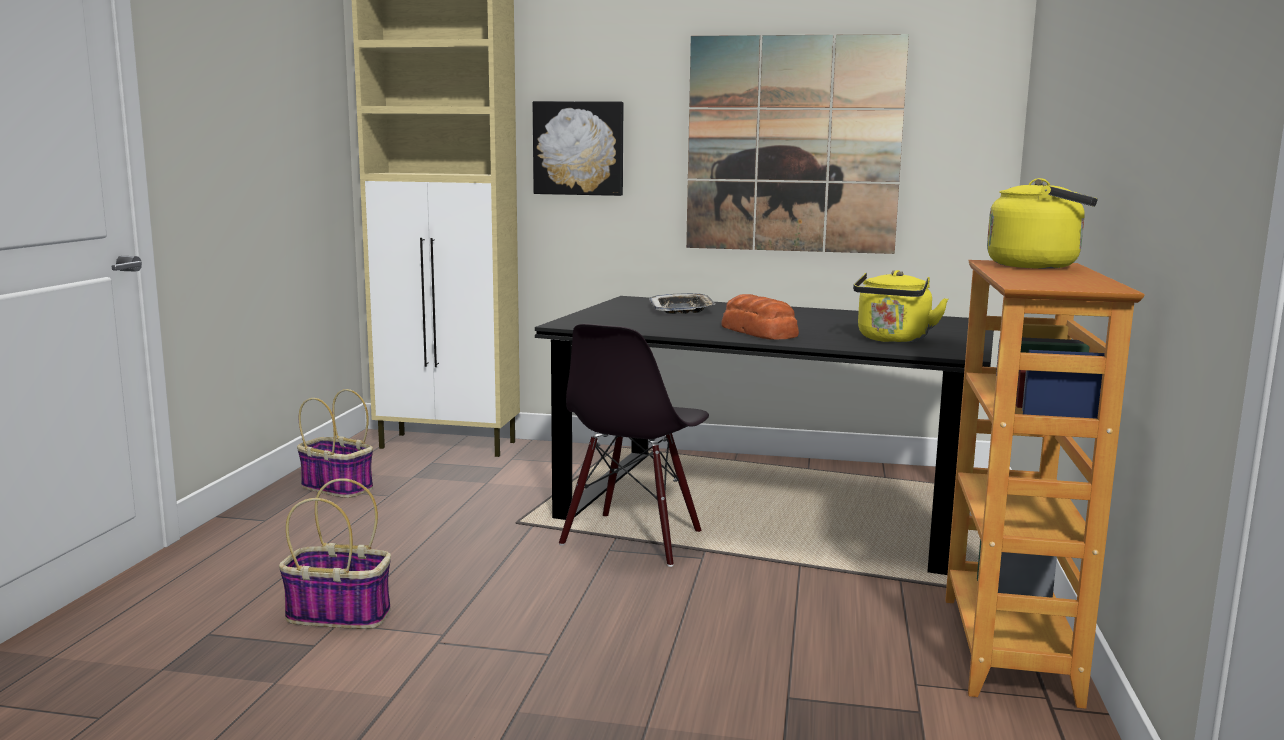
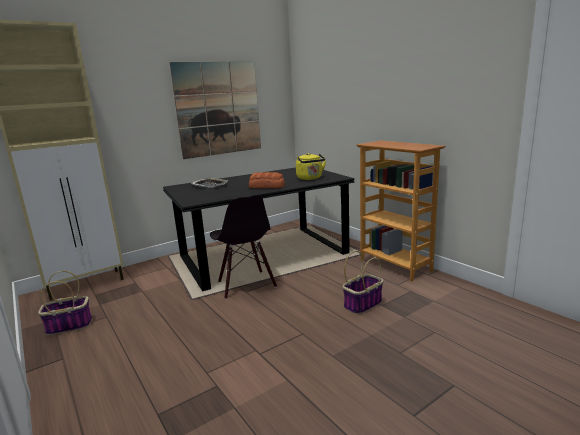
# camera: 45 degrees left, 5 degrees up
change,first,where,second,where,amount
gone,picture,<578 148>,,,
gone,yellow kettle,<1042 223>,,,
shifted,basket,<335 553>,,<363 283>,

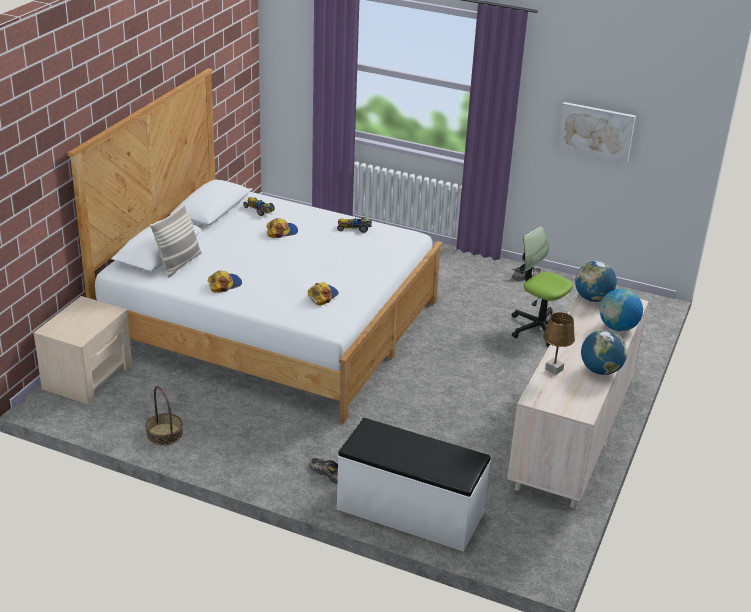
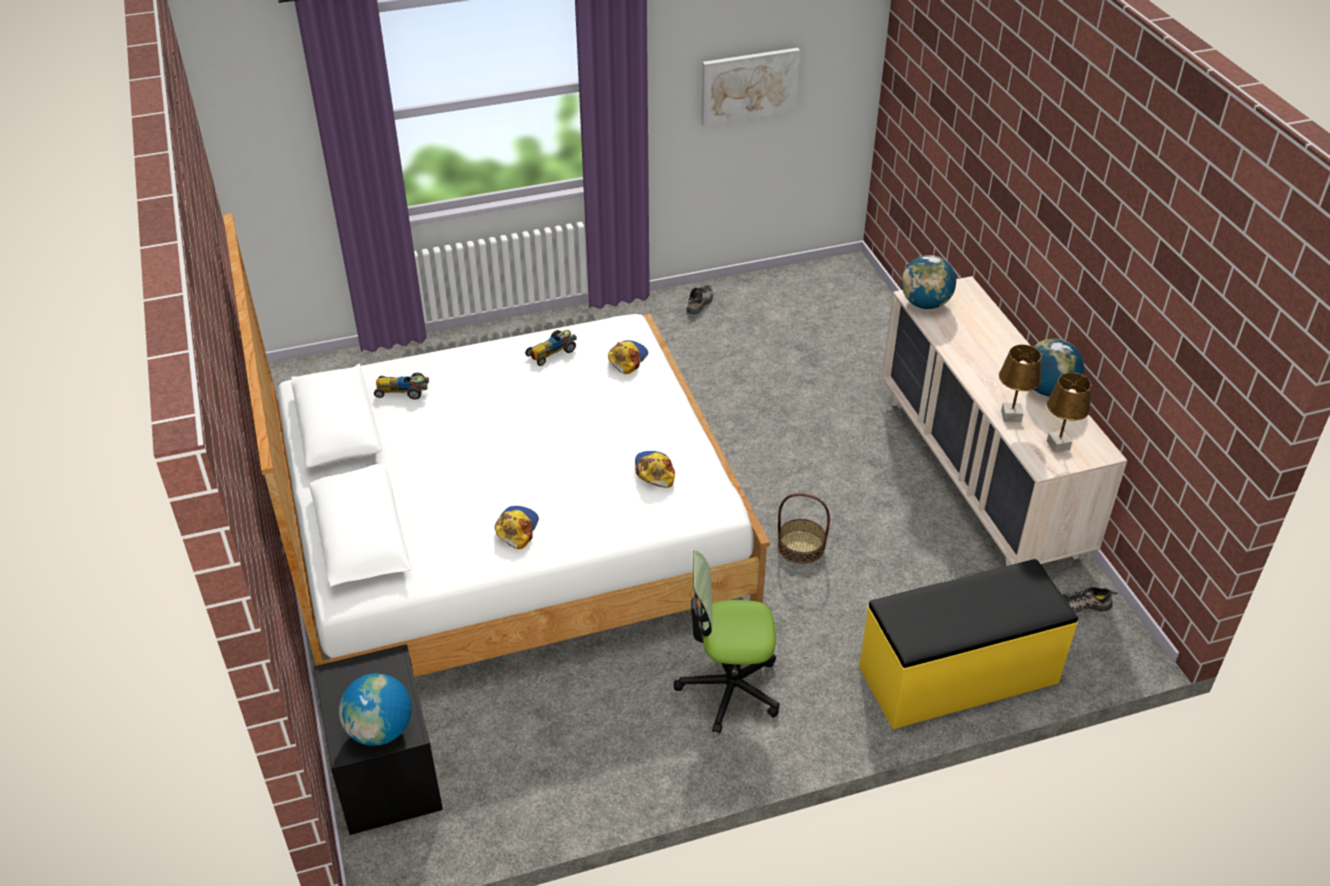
# camera: 40 degrees left, 10 degrees up
change,first,where,second,where,amount
gone,pillow,<176 241>,,,
shifted,cap,<282 228>,,<628 357>,
shifted,office chair,<542 287>,,<726 642>,
shifted,globe,<621 310>,,<375 709>,
repainted,beige nightstand,<83 350>,black nightstand,<378 740>,
shifted,basket,<164 415>,,<803 528>,
repainted,white bench,<414 485>,yellow bench,<968 644>,
shifted,shoe,<323 471>,,<1090 600>,
new,,,brown table lamp,<1069 413>,

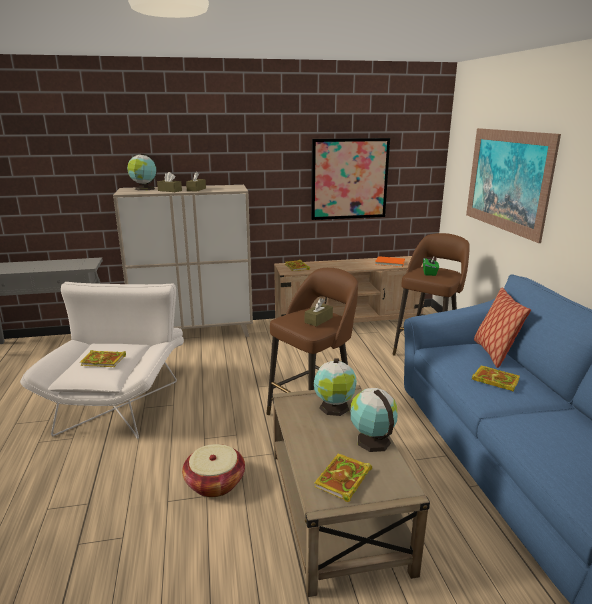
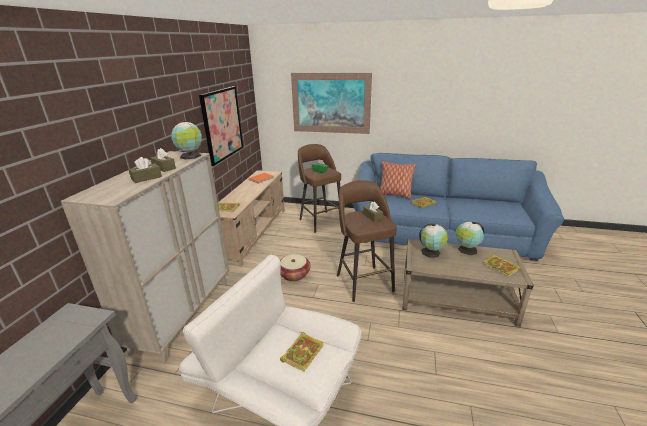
# camera: 65 degrees left, 5 degrees up
change,first,where,second,where,amount
shifted,globe,<142 172>,,<186 140>,
shifted,basket,<213 470>,,<295 267>,

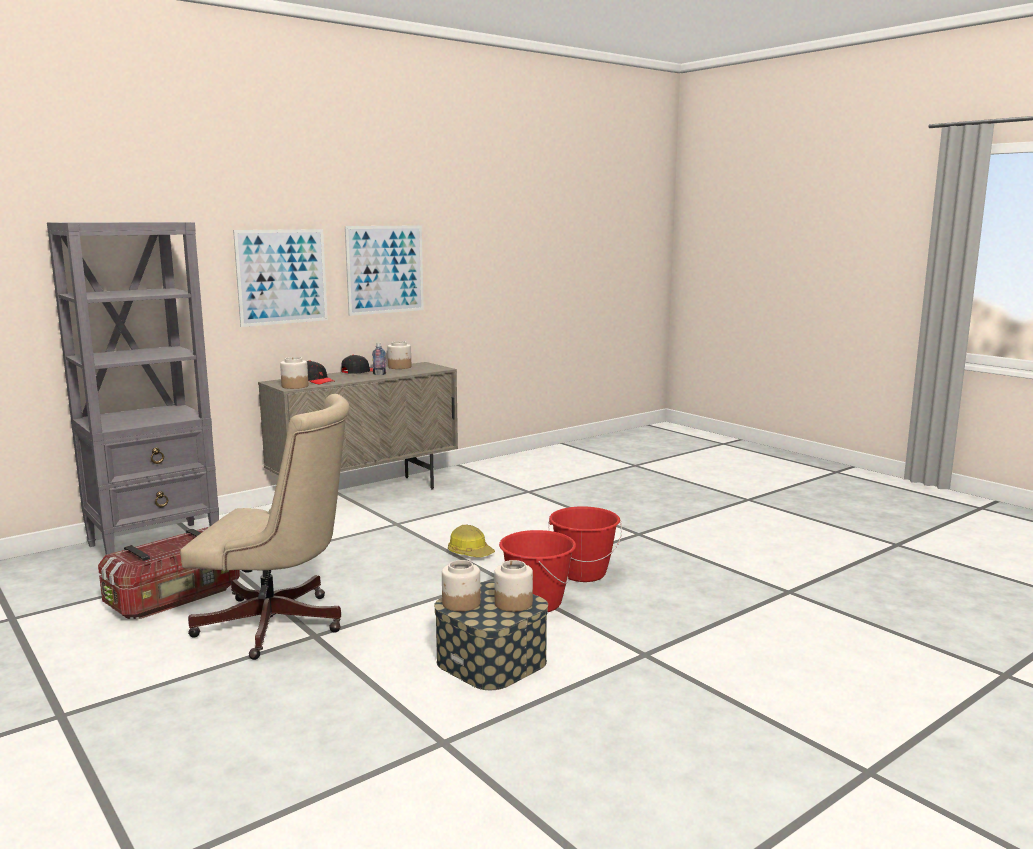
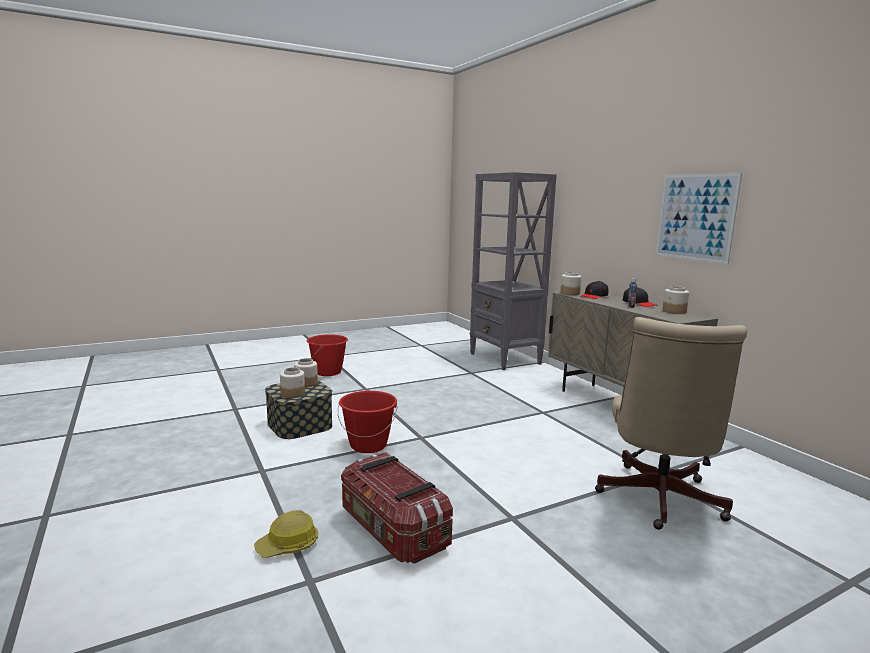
# camera: 100 degrees right, 0 degrees up
change,first,where,second,where,amount
gone,picture,<280 278>,,,
shifted,beige office chair,<265 527>,,<671 423>,
shifted,red bucket,<585 544>,,<327 355>,
shifted,hard hat,<471 540>,,<286 534>,
shifted,storage box,<169 573>,,<397 508>,

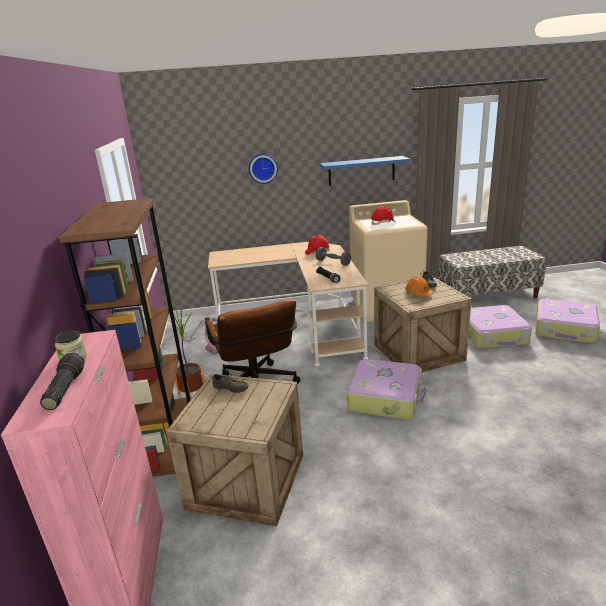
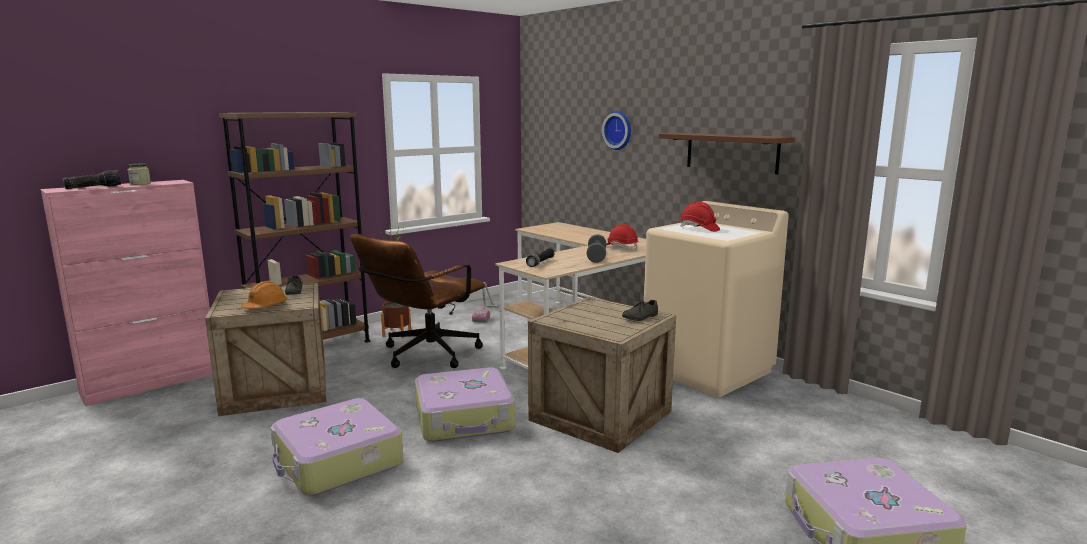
# camera: 55 degrees right, 10 degrees down
change,first,where,second,where,amount
repainted,blue shelf,<365 171>,brown shelf,<727 153>,
gone,bench,<492 272>,,,
shifted,orange hard hat,<419 286>,,<264 295>,
shifted,suitcase,<500 327>,,<337 447>,

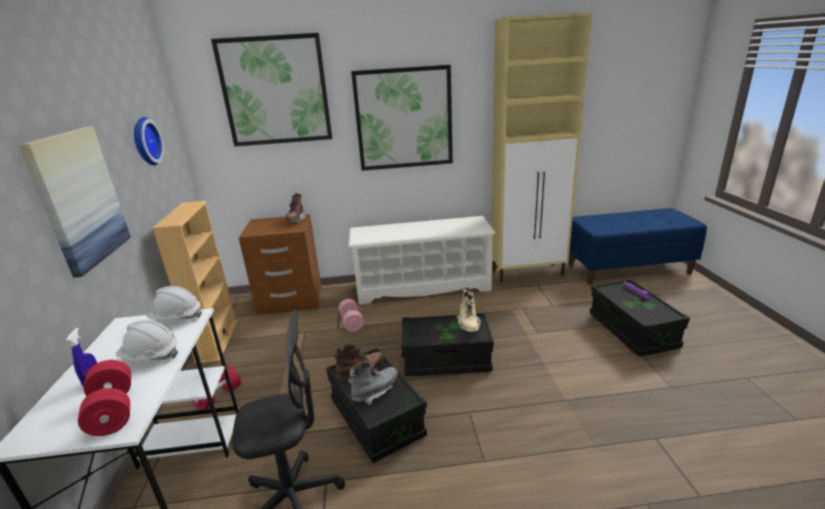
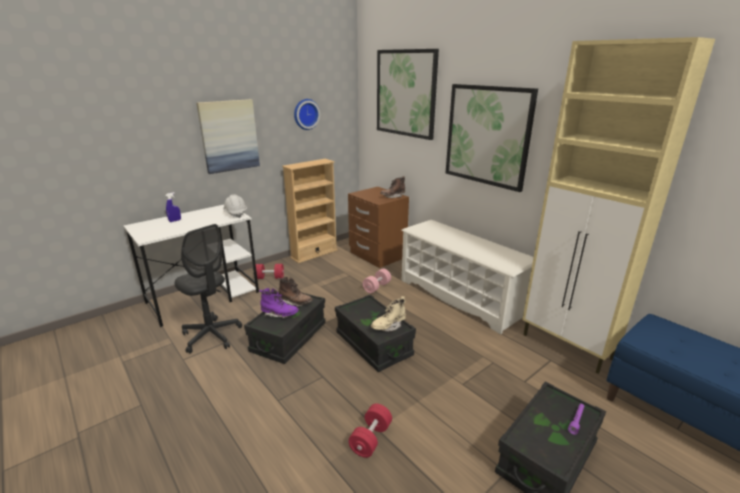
# camera: 55 degrees right, 0 degrees up
change,first,where,second,where,amount
gone,white hard hat,<147 340>,,,
shifted,red dumbbell,<104 398>,,<370 431>,
repainted,grey boot,<373 383>,purple boot,<279 303>,

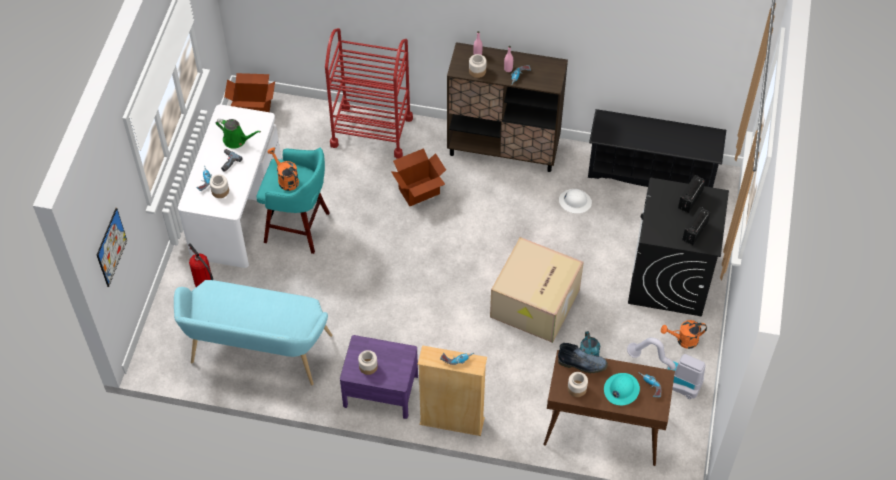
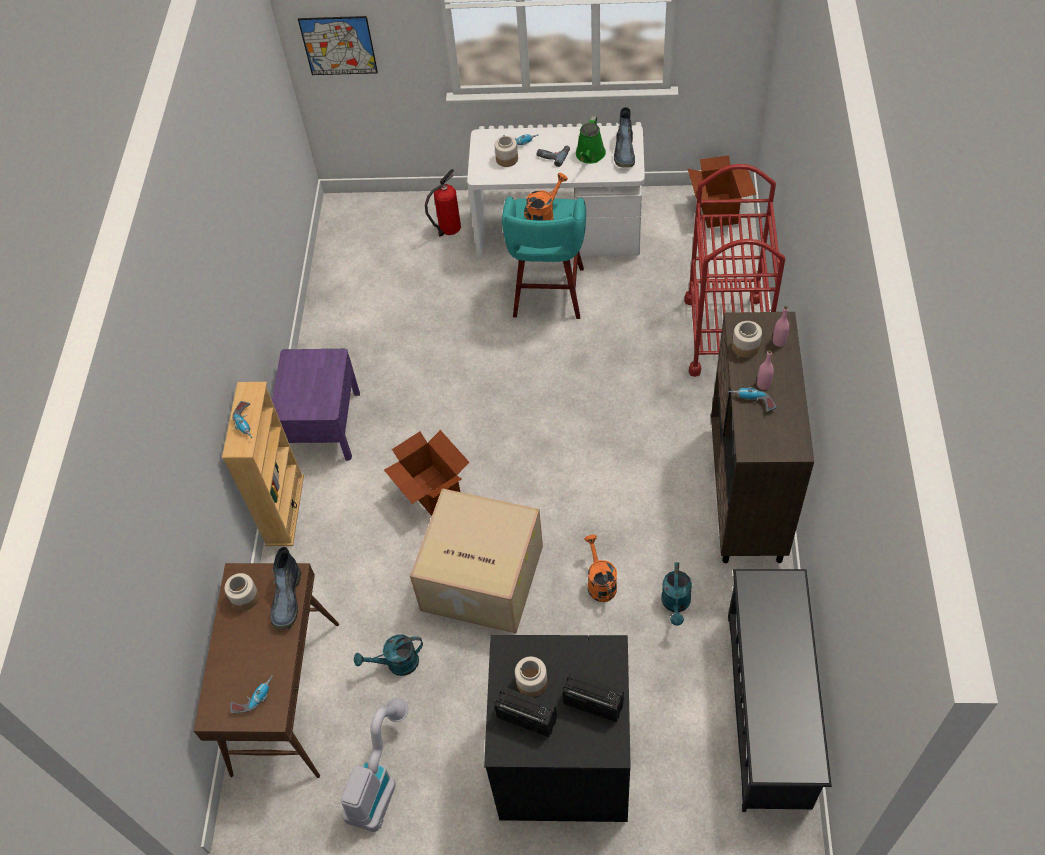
# camera: 85 degrees right, 0 degrees up
change,first,where,second,where,amount
shifted,cardboard box,<418 177>,,<427 473>,
swapped,white hard hat,<575 201>,turquoise watering can,<676 594>,
gone,turquoise bench,<253 332>,,,
shifted,orange watering can,<684 334>,,<601 568>,
shifted,jar,<368 362>,,<531 676>,
gone,turquoise hard hat,<622 389>,,,
new,,,boot,<624 137>,

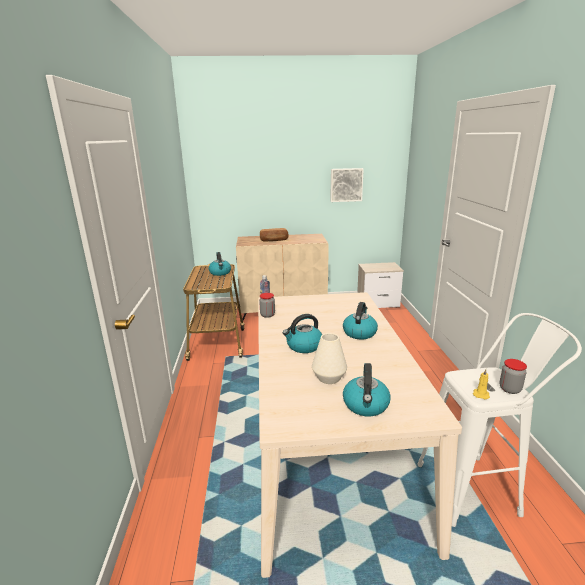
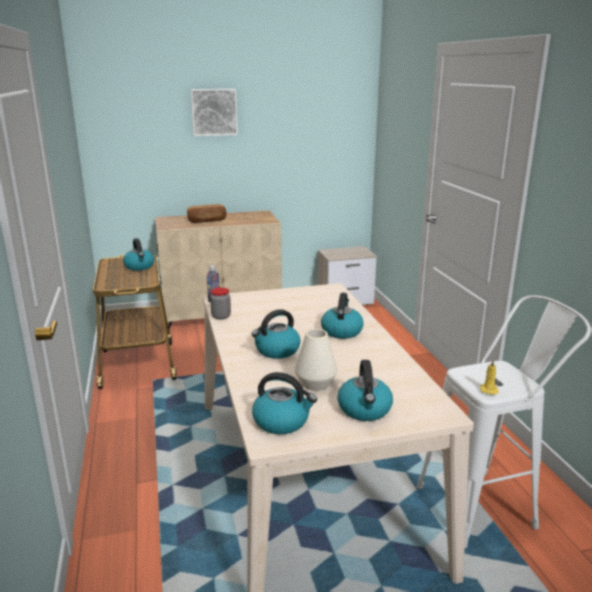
# camera: 10 degrees left, 0 degrees up
change,first,where,second,where,amount
shifted,picture,<347 185>,,<214 112>,
gone,jar,<513 376>,,,
new,,,kettle,<284 403>,

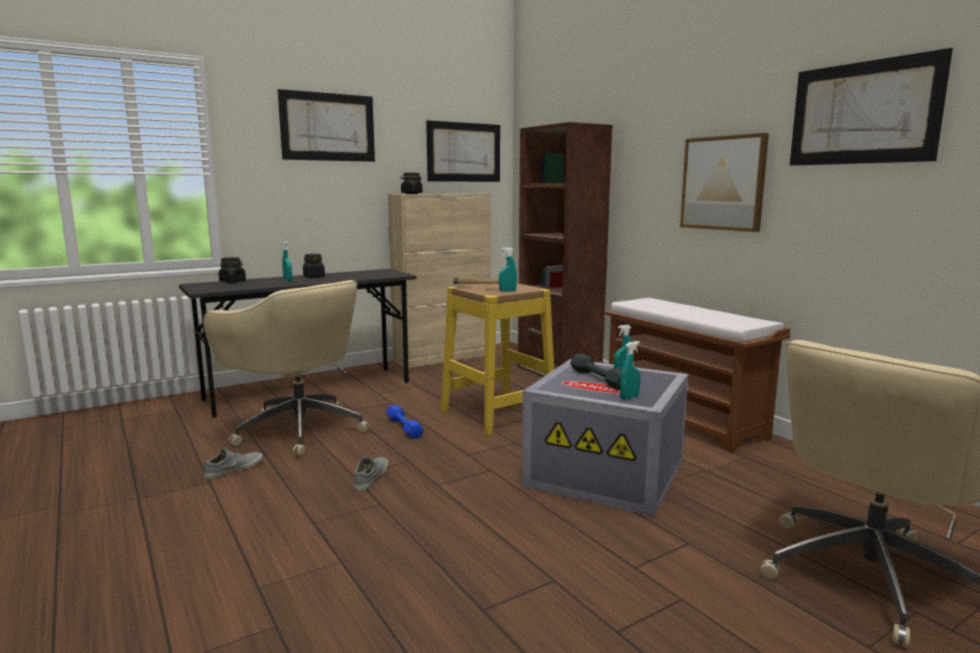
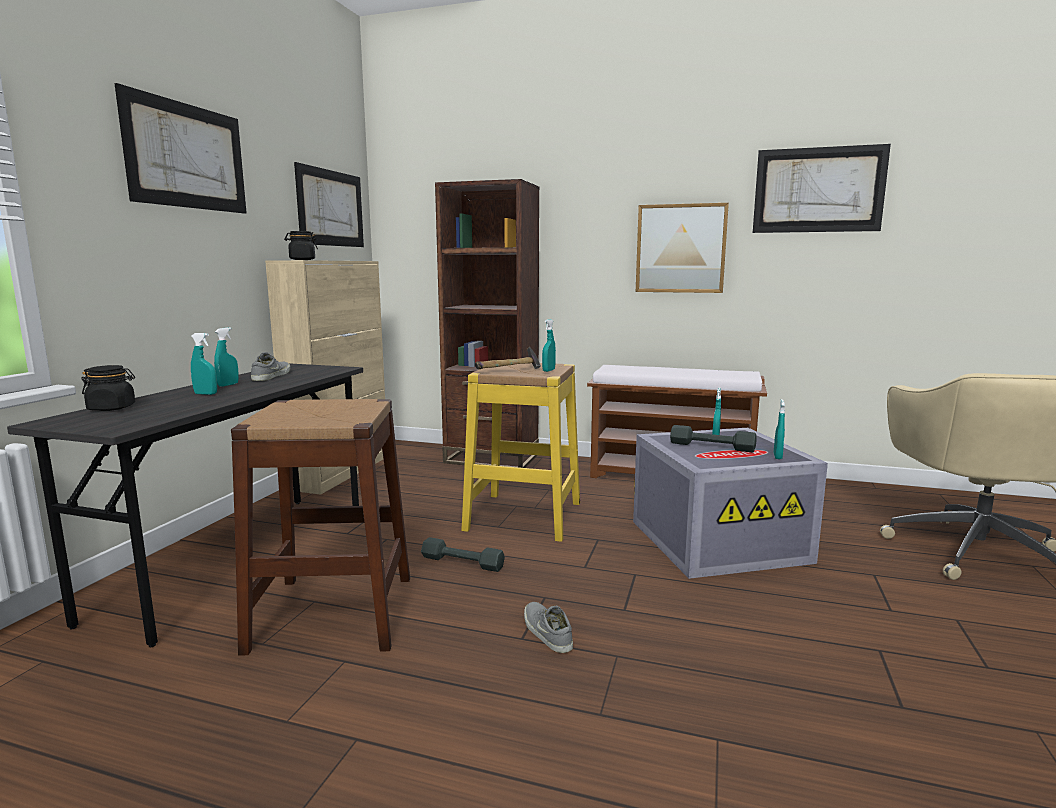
# camera: 40 degrees left, 0 degrees up
change,first,where,second,where,amount
swapped,black jar,<314 266>,turquoise spray bottle,<226 357>,
swapped,beige office chair,<286 368>,brown stool,<320 527>,
repainted,blue dumbbell,<405 422>,grey dumbbell,<463 554>,
shifted,grey shoe,<233 463>,,<270 366>,

